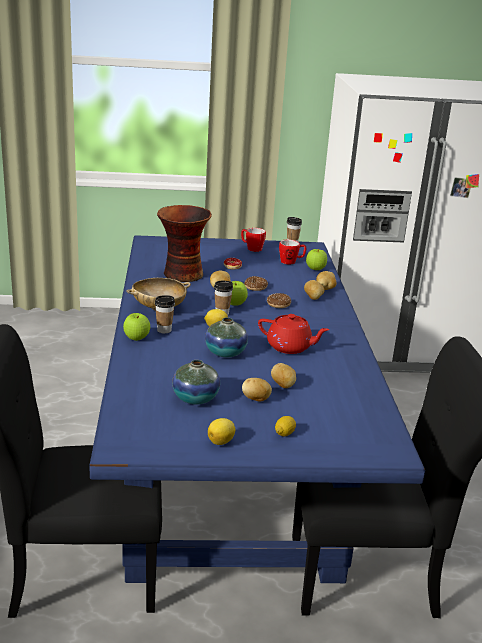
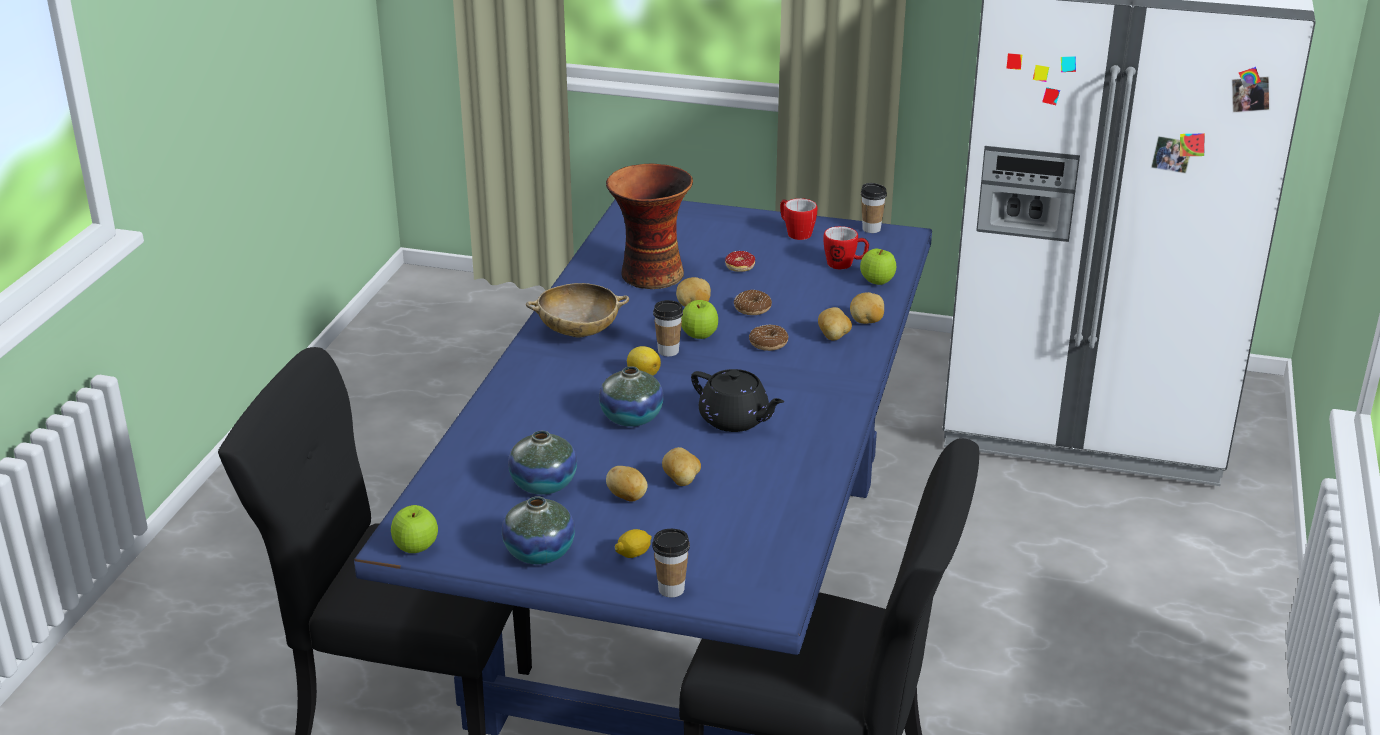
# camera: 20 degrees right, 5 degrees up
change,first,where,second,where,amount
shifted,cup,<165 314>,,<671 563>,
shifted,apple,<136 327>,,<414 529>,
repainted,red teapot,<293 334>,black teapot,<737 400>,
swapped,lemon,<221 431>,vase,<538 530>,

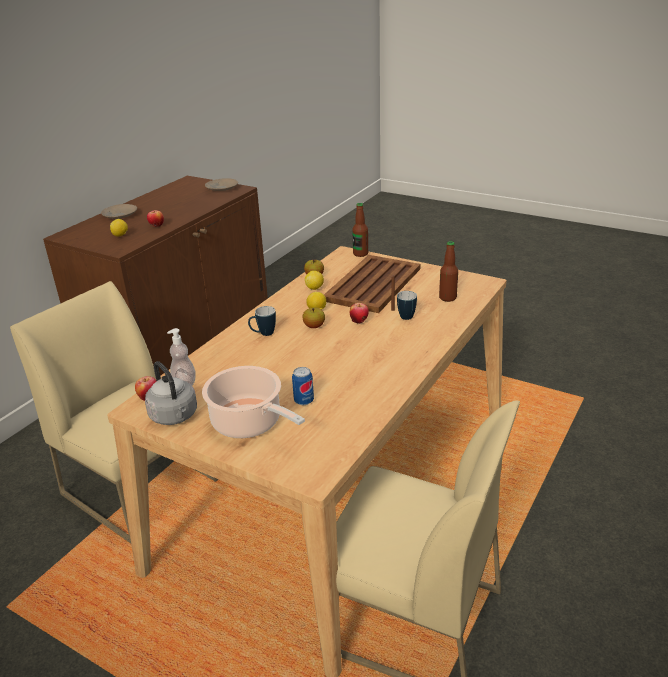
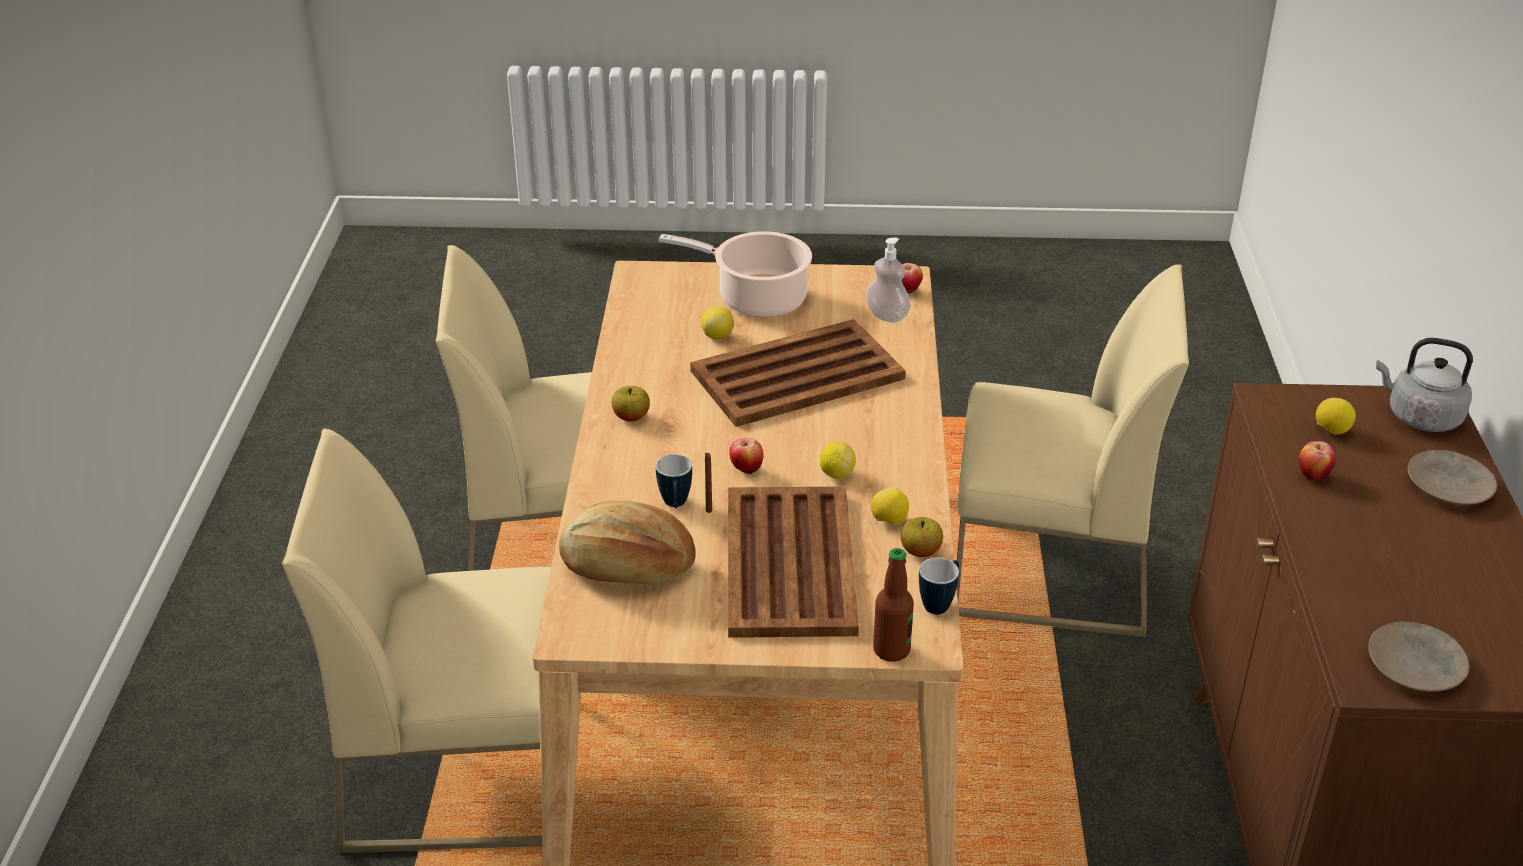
# camera: 150 degrees right, 5 degrees up
change,first,where,second,where,amount
swapped,bottle,<448 271>,bread,<627 542>,
shifted,mug,<262 321>,,<939 586>,
shifted,apple,<313 317>,,<631 404>,
shifted,grey kettle,<171 393>,,<1424 385>,
swapped,can,<303 386>,lemon,<717 323>,
new,,,brown tray,<798 373>,
new,,,beige chair,<416 641>,

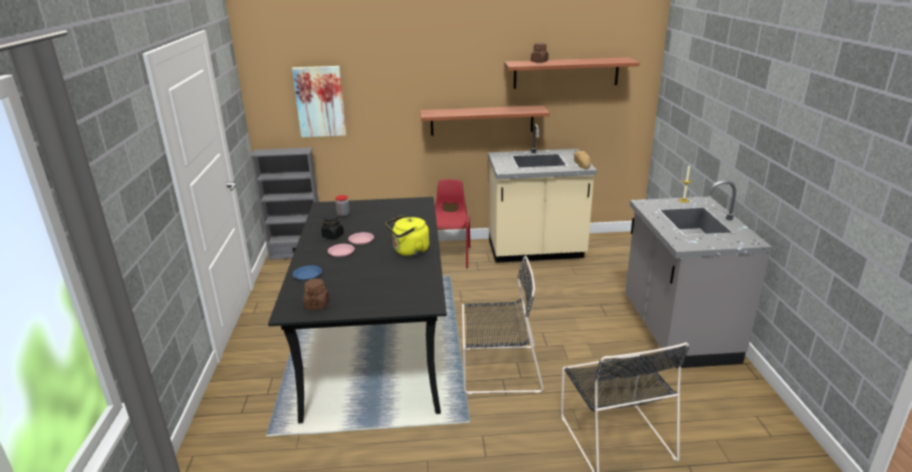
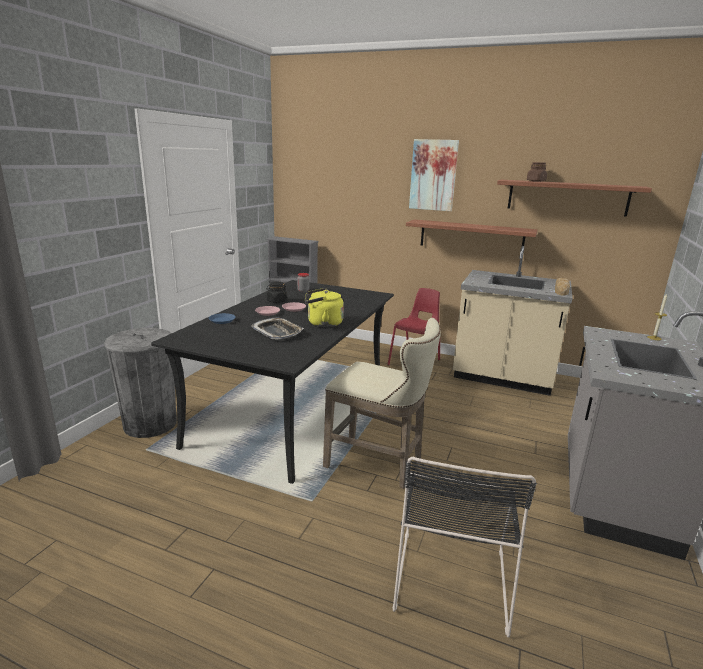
# camera: 25 degrees right, 5 degrees down
change,first,where,second,where,amount
shifted,picture,<319 101>,,<434 175>,
swapped,black chair,<503 325>,beige stool,<382 403>,
gone,brown jar,<316 294>,,,
new,,,tray,<278 329>,
new,,,grey trash can,<140 383>,

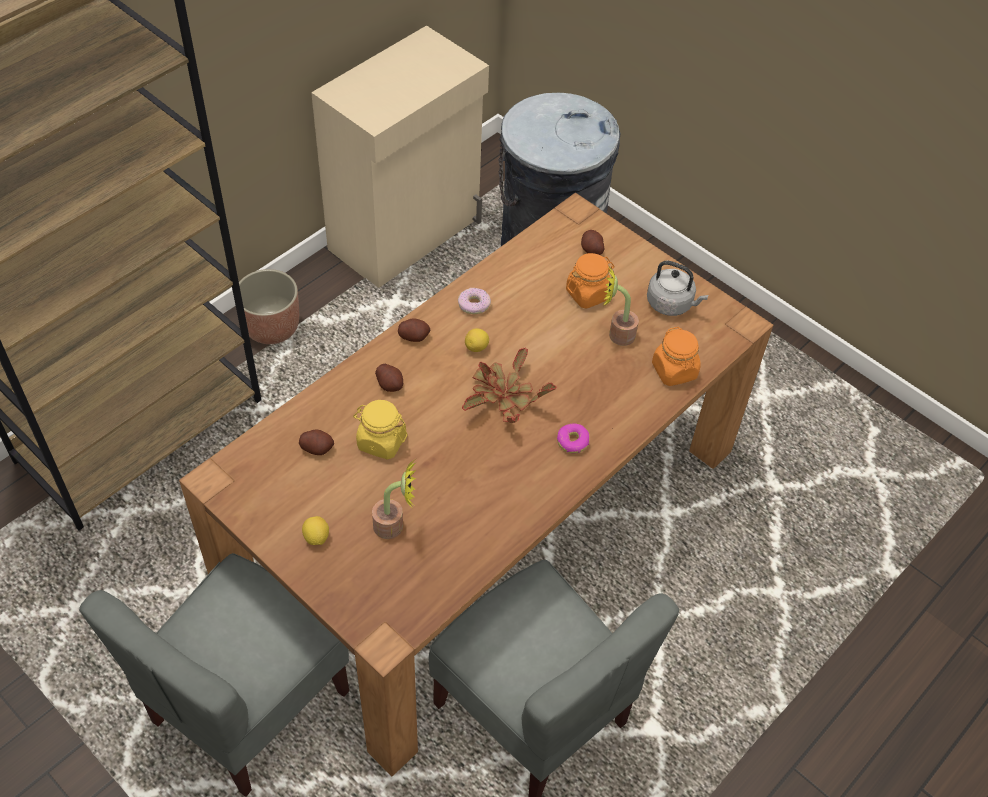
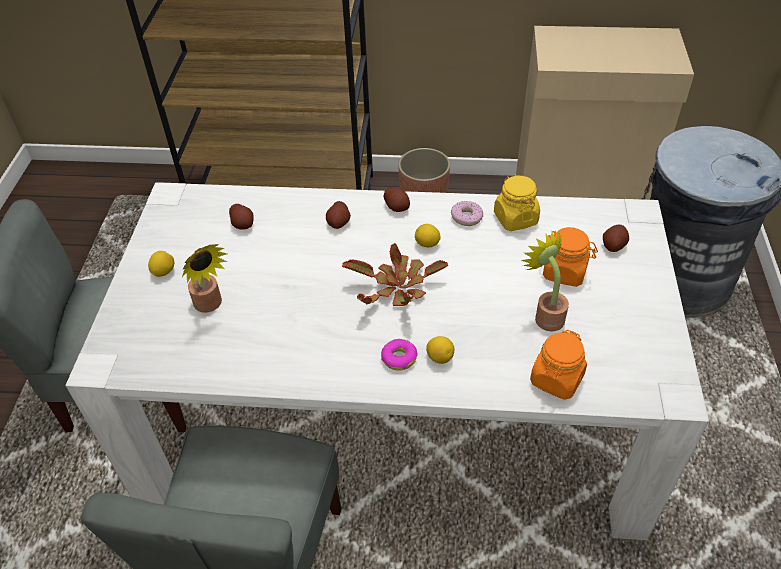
# camera: 55 degrees right, 5 degrees down
change,first,where,second,where,amount
repainted,brown dining table,<476 484>,white dining table,<387 361>,
gone,grey kettle,<677 288>,,,
shifted,yellow jar,<380 430>,,<517 203>,
new,,,lemon,<440 350>,

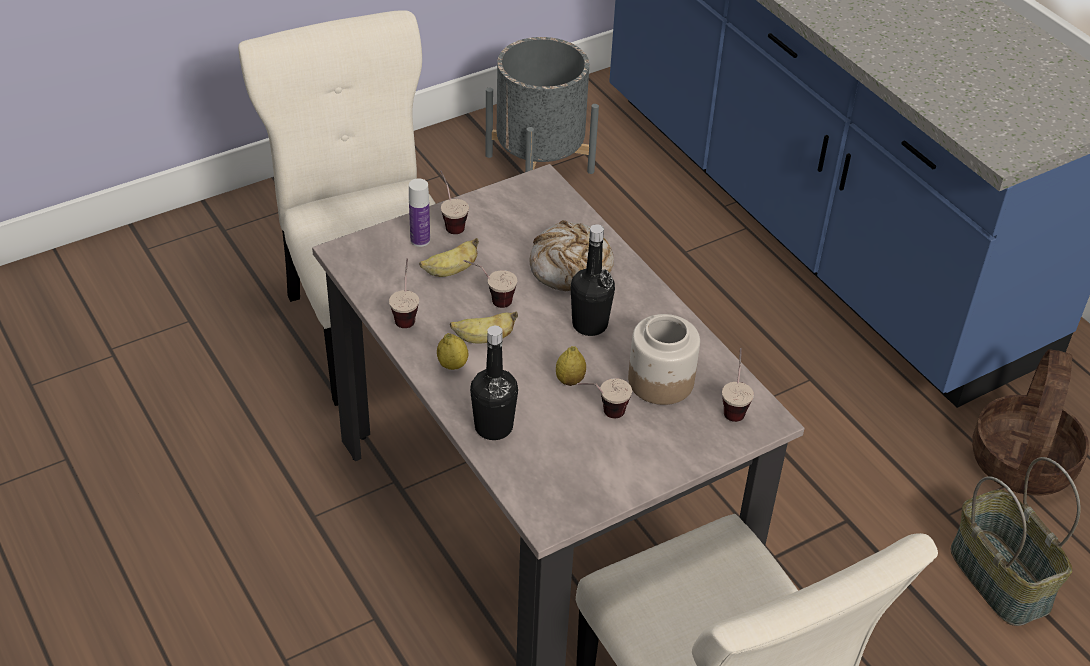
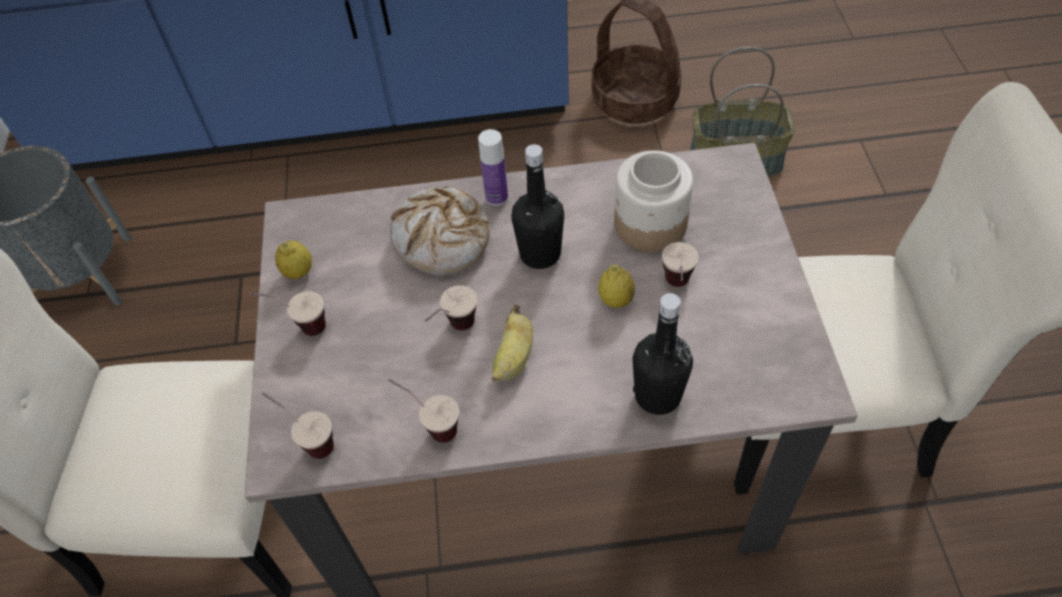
# camera: 60 degrees left, 10 degrees up
change,first,where,second,where,amount
shifted,bottle,<419 212>,,<493 167>,
gone,banana,<449 257>,,,
shifted,lemon,<453 351>,,<293 259>,
shifted,cup,<738 385>,,<298 425>,

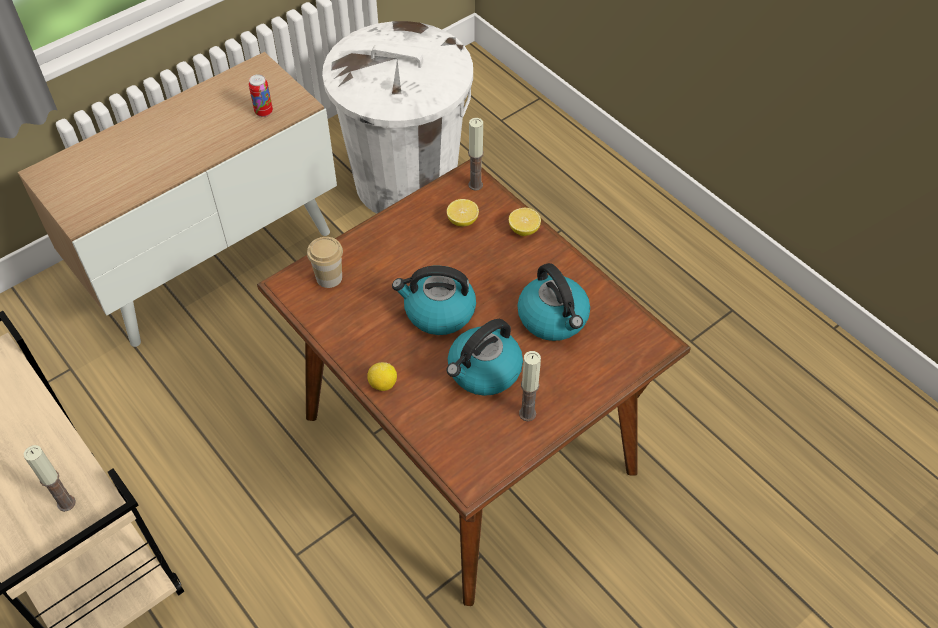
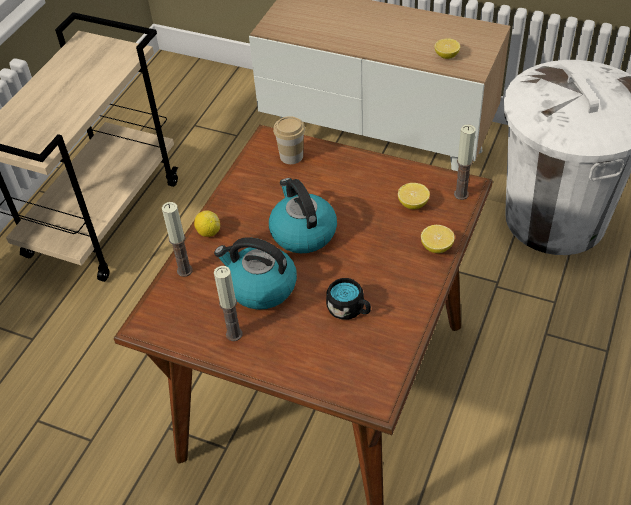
# camera: 65 degrees right, 5 degrees down
change,first,where,second,where,amount
swapped,can,<261 95>,lemon,<447 48>,
swapped,kettle,<553 302>,black mug,<348 299>,
shifted,candle,<50 478>,,<177 239>,

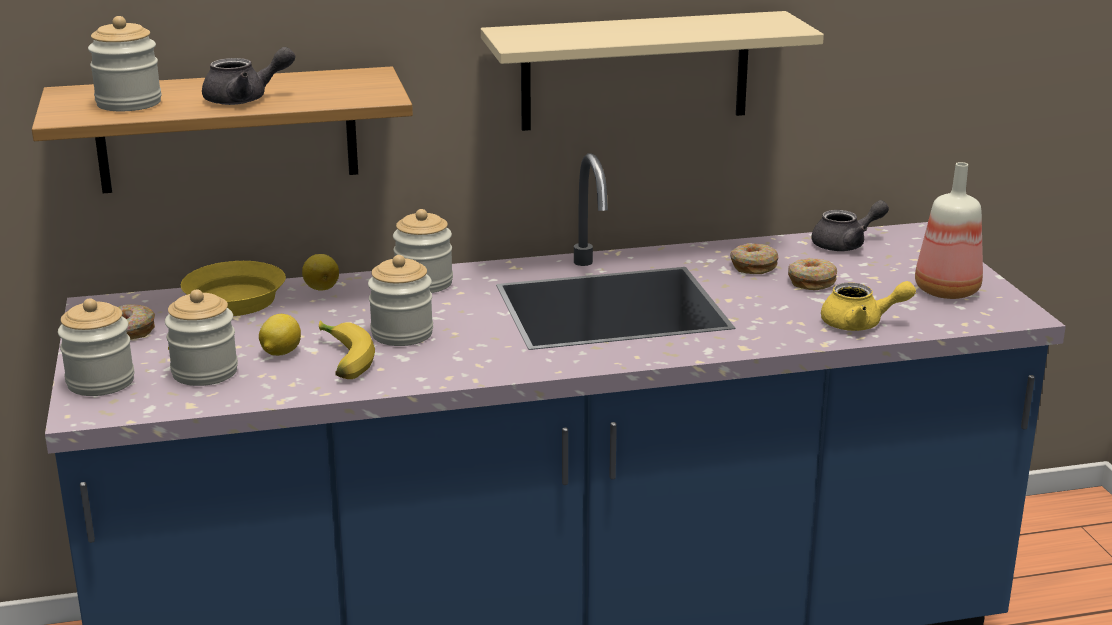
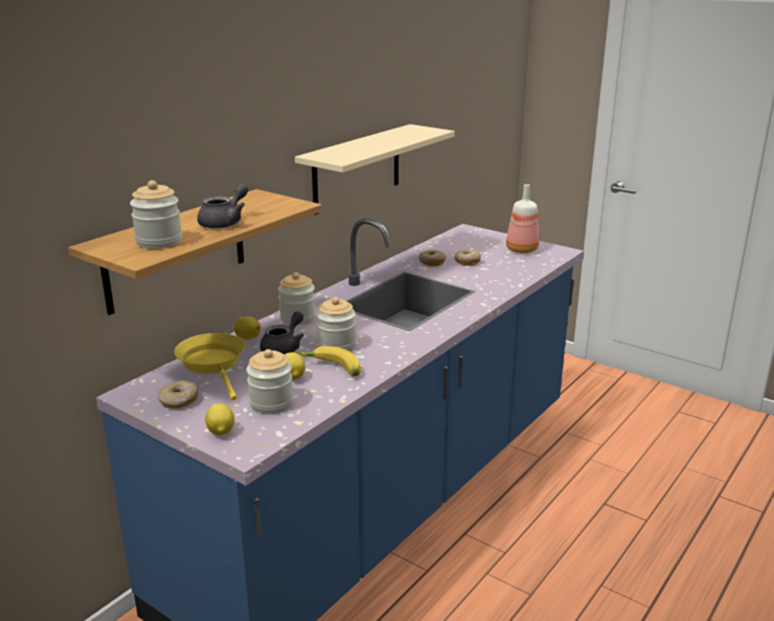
# camera: 40 degrees left, 0 degrees up
change,first,where,second,where,amount
shifted,grey teapot,<850 225>,,<282 332>,
gone,yellow teapot,<868 306>,,,
swapped,jar,<96 347>,lemon,<220 419>,

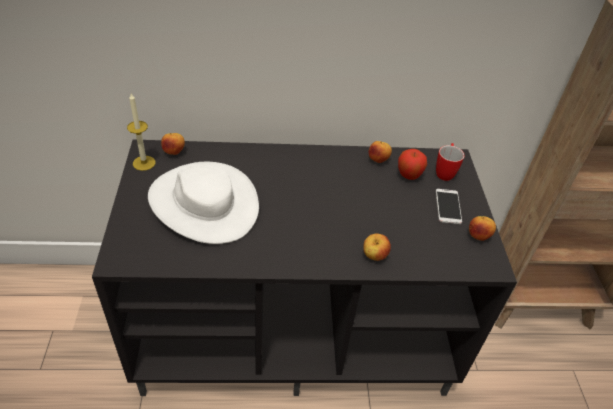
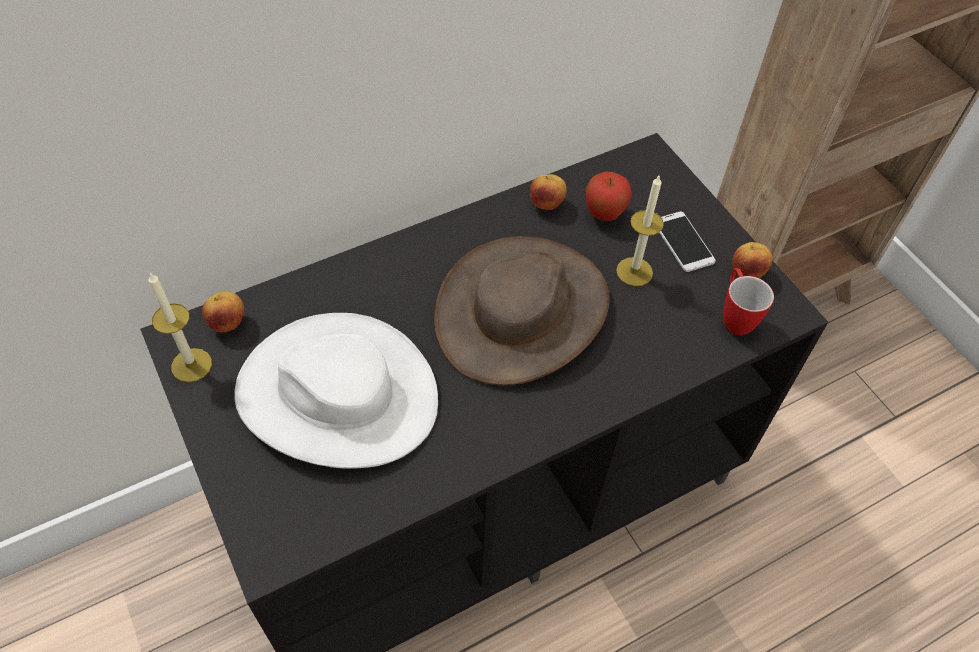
# camera: 25 degrees left, 10 degrees up
change,first,where,second,where,amount
shifted,mug,<450 162>,,<748 301>,
gone,apple,<377 247>,,,
new,,,candle,<640 231>,
new,,,brown hat,<522 310>,

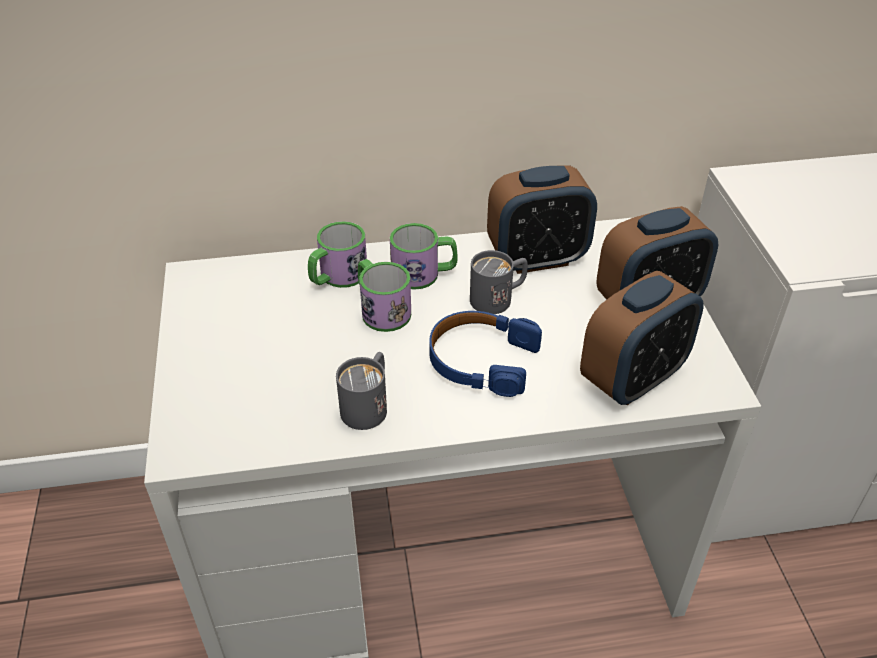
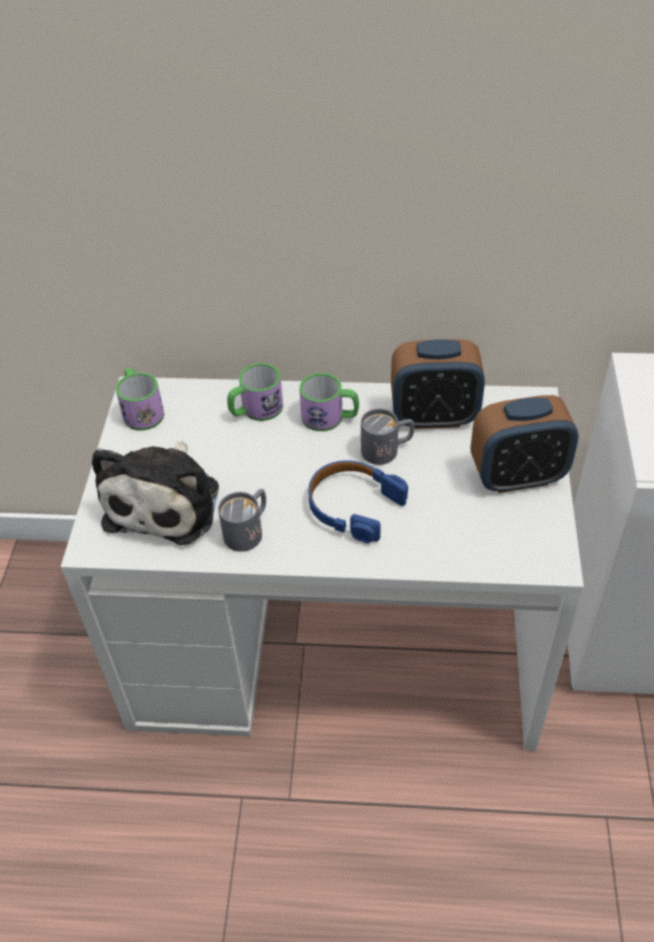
# camera: 15 degrees right, 5 degrees up
change,first,where,second,where,amount
shifted,mug,<384 295>,,<140 399>,
gone,alarm clock,<641 338>,,,
new,,,plush toy,<155 493>,

